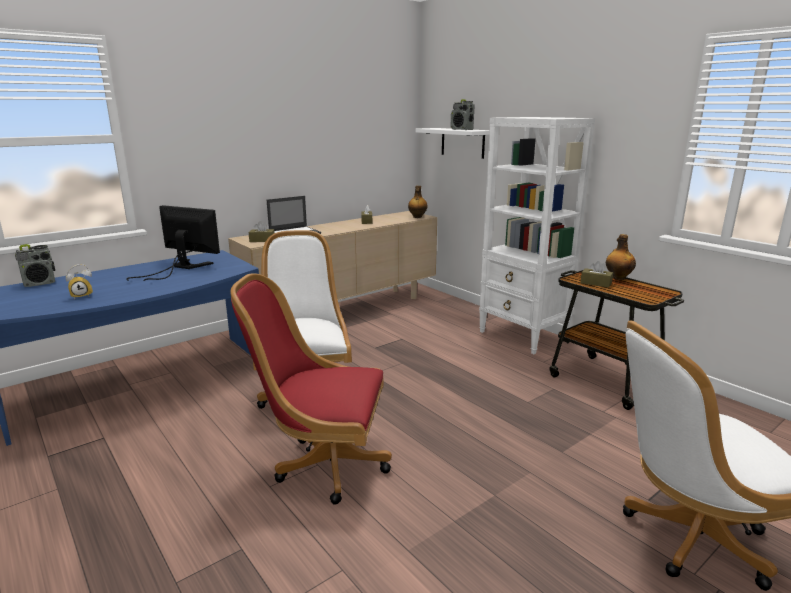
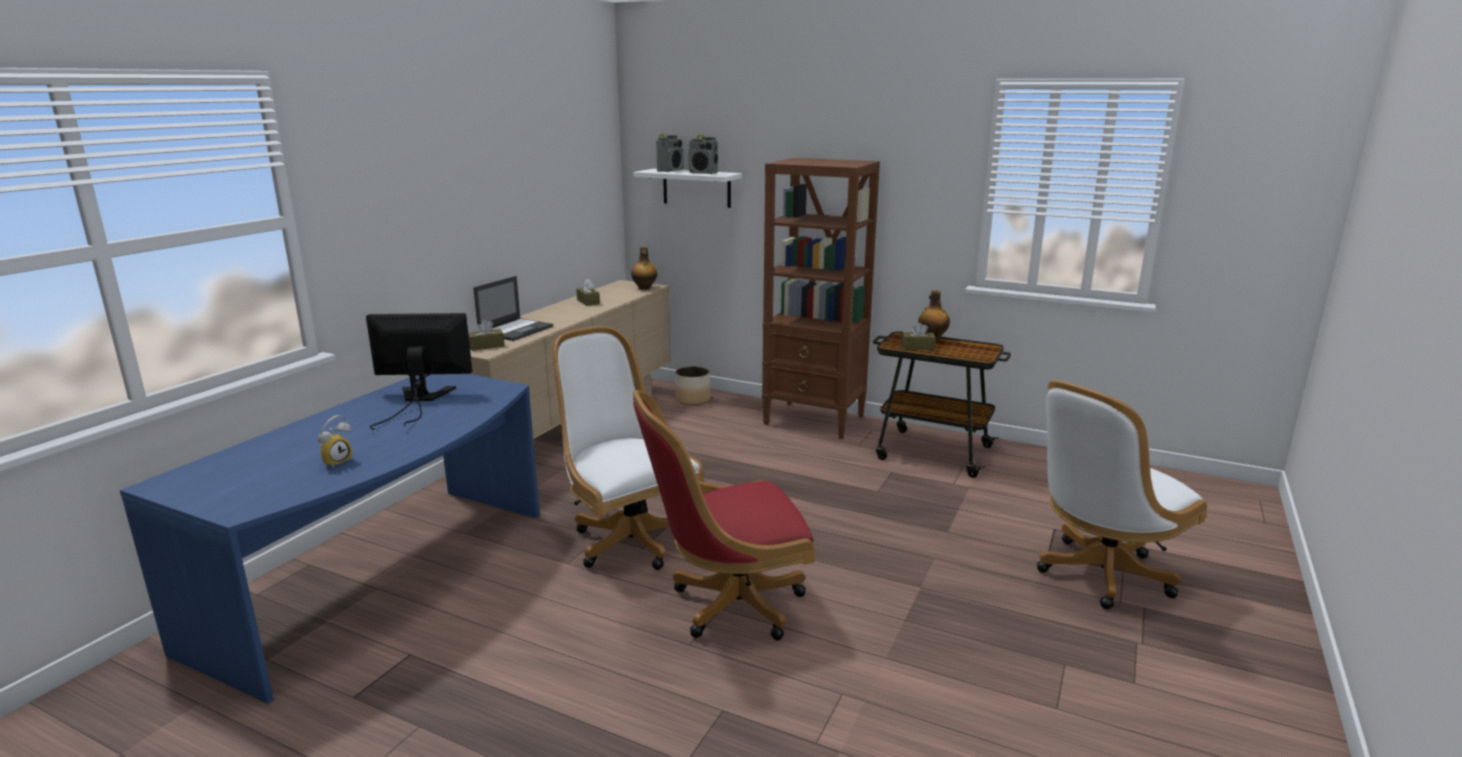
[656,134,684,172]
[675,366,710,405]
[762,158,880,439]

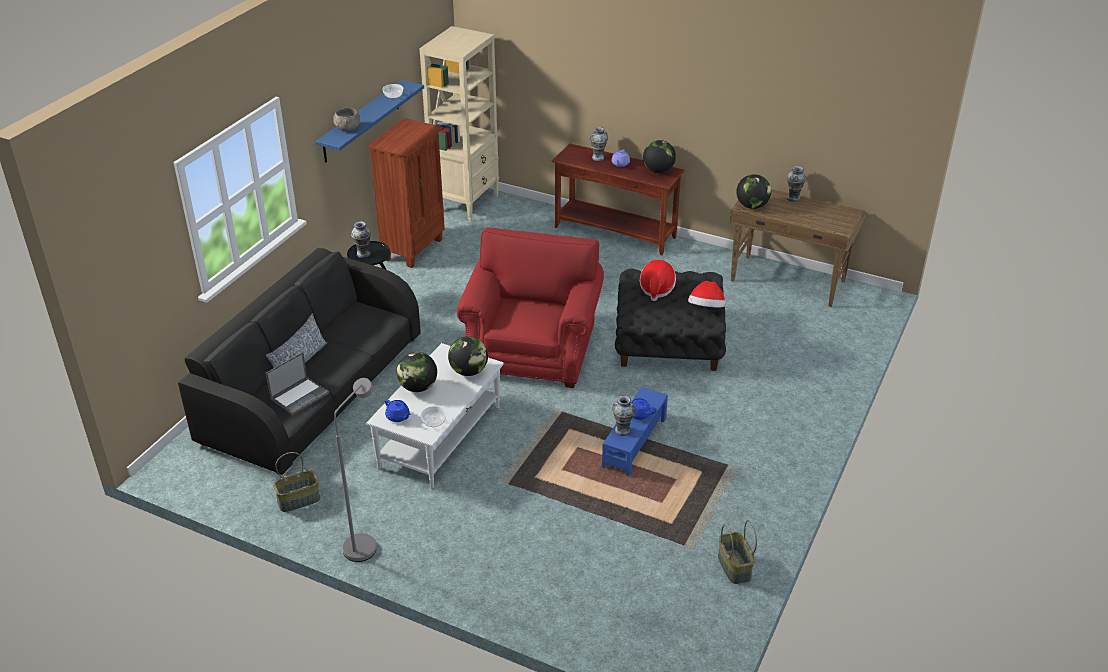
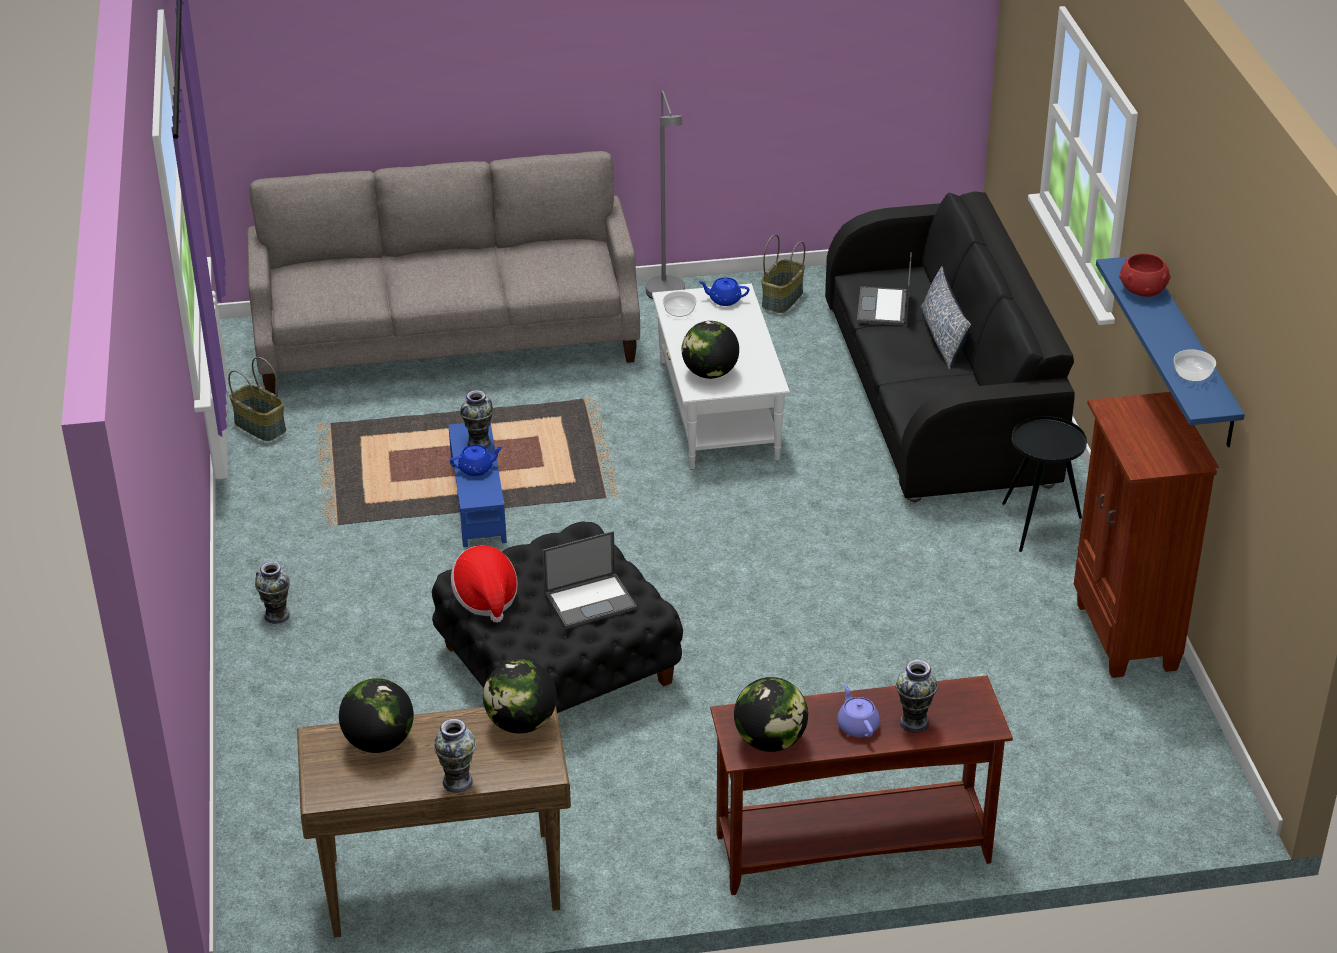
[247,151,640,394]
[255,562,290,624]
[339,678,414,753]
[543,531,637,629]
[1119,253,1171,297]
[419,26,499,222] (first image)
[457,228,604,388] (first image)

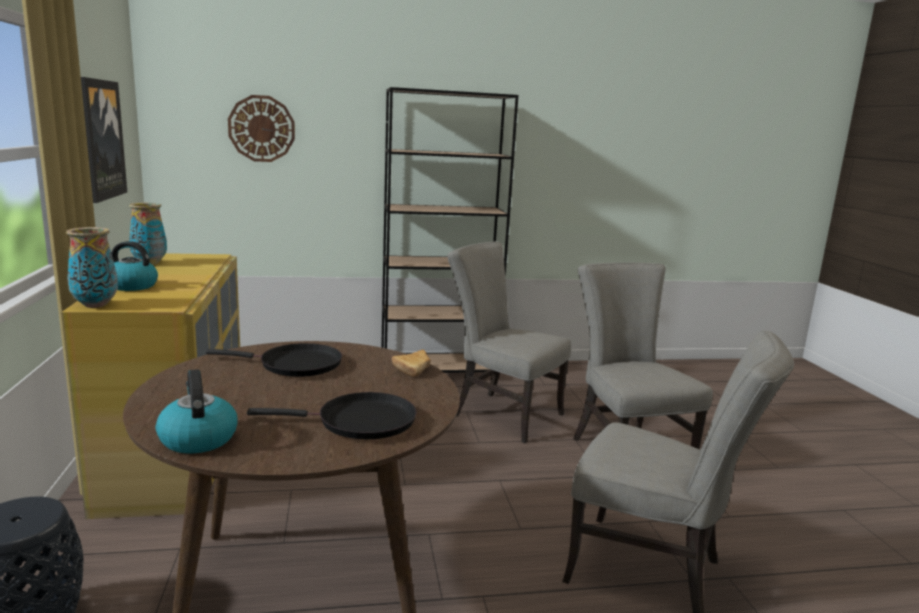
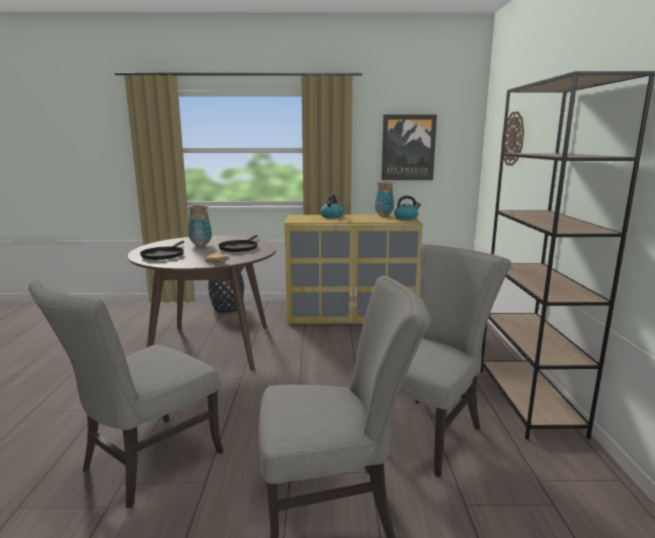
[188,205,212,247]
[394,196,421,220]

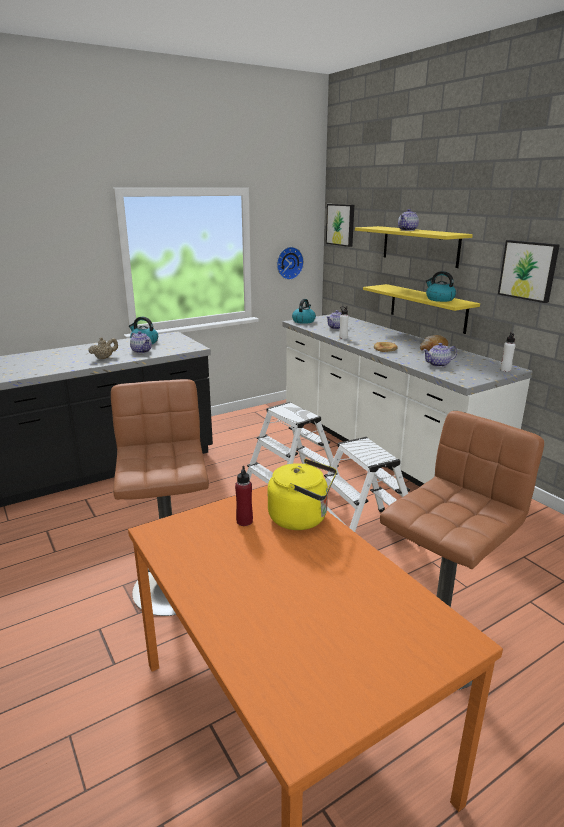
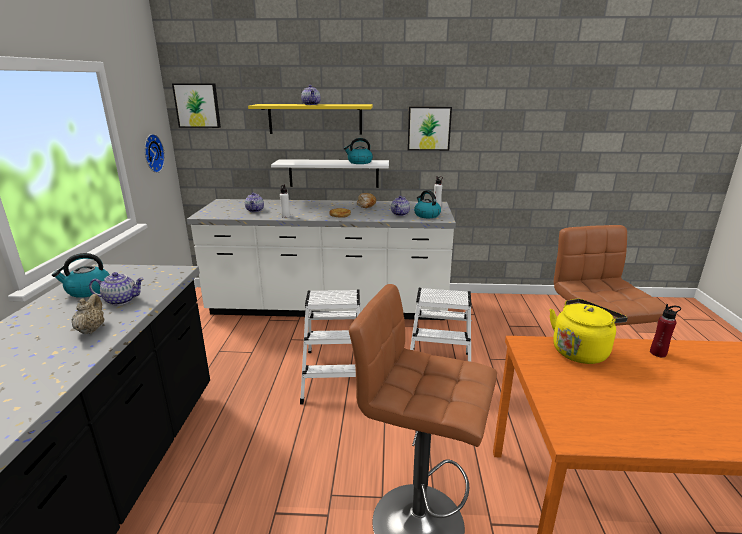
[271,159,389,188]
[414,190,441,218]
[650,304,681,357]

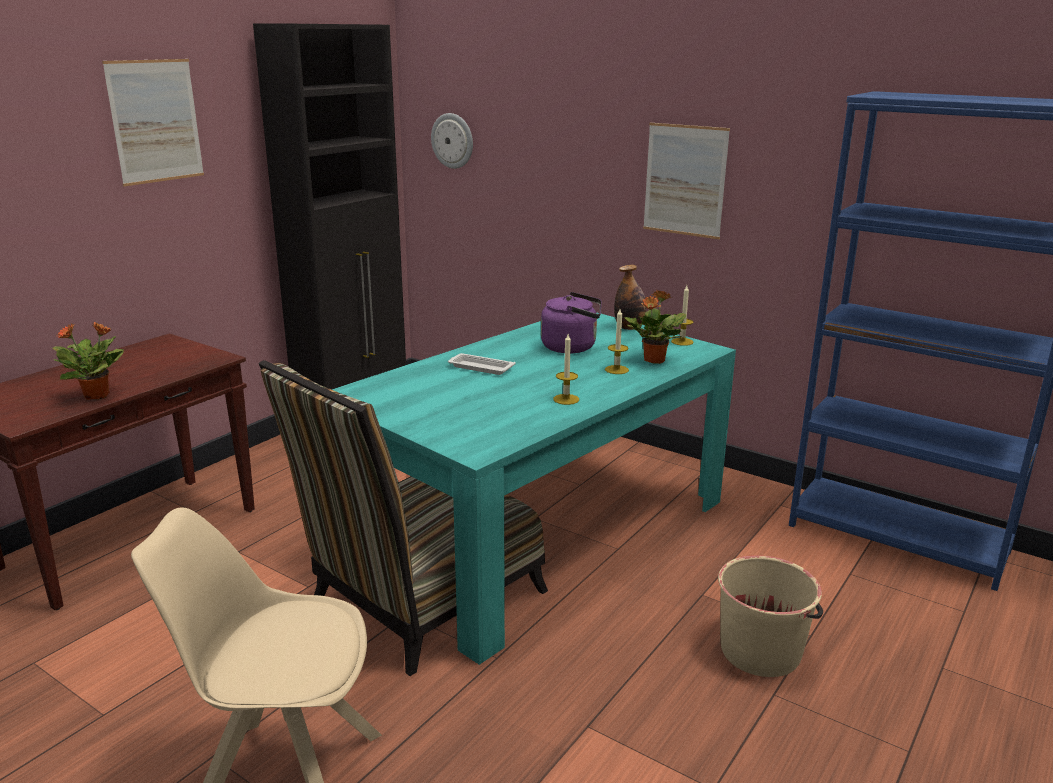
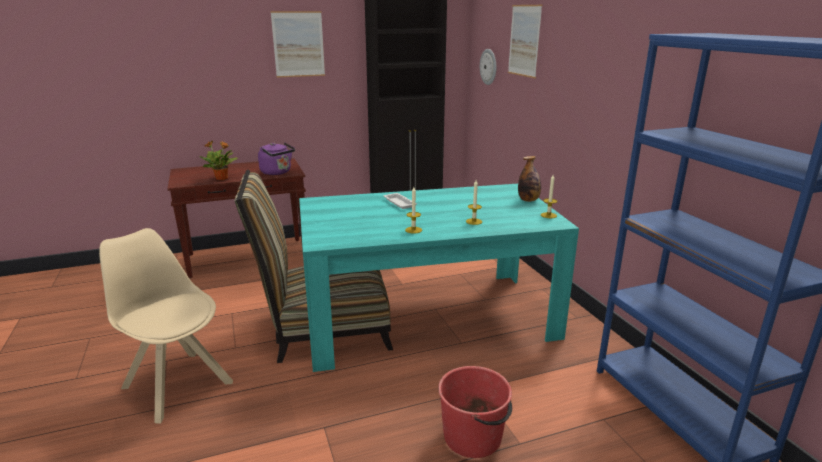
[258,142,295,175]
[438,366,512,458]
[508,5,542,78]
[624,290,686,364] (first image)

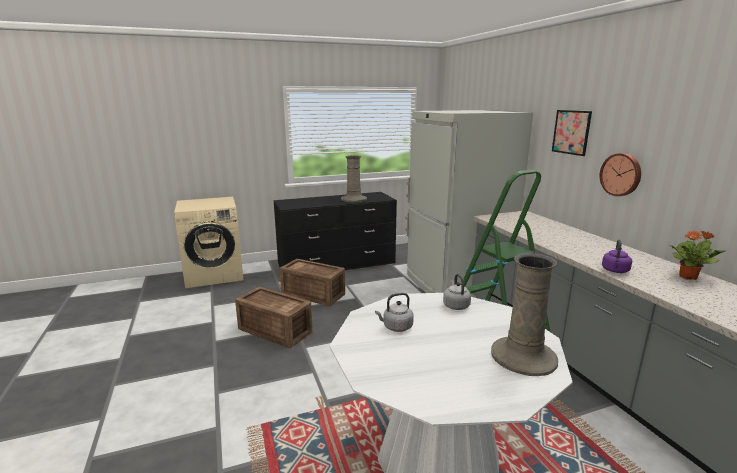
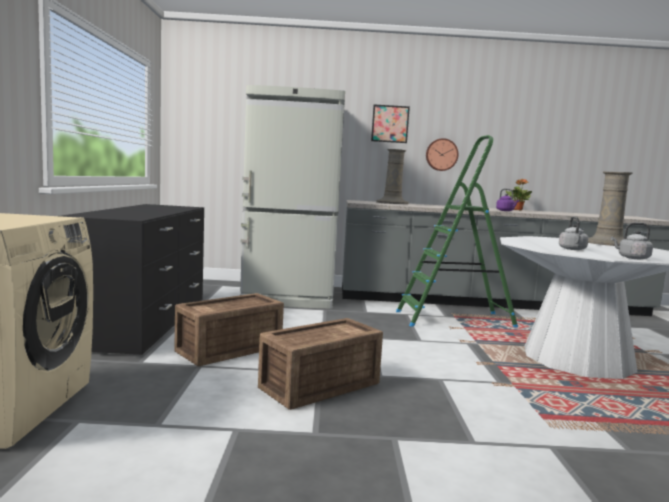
[376,149,409,204]
[611,223,653,260]

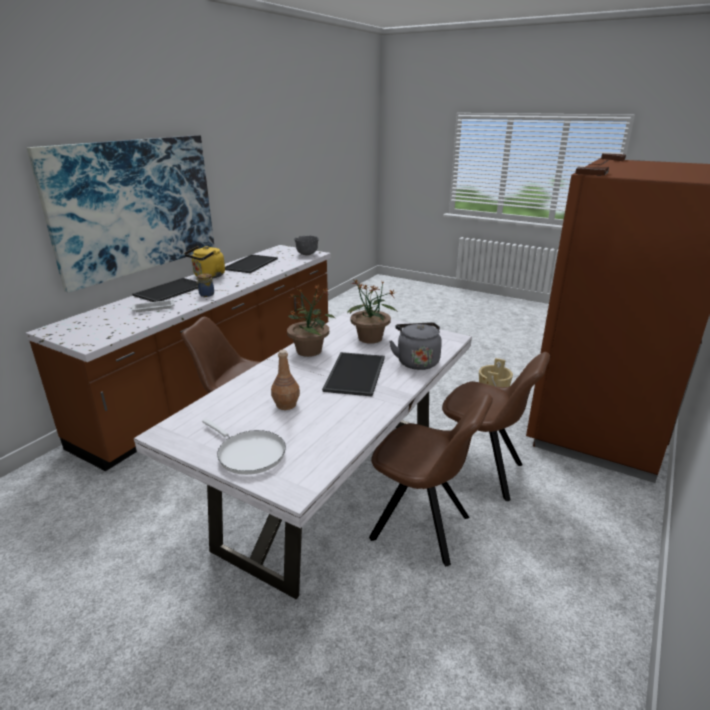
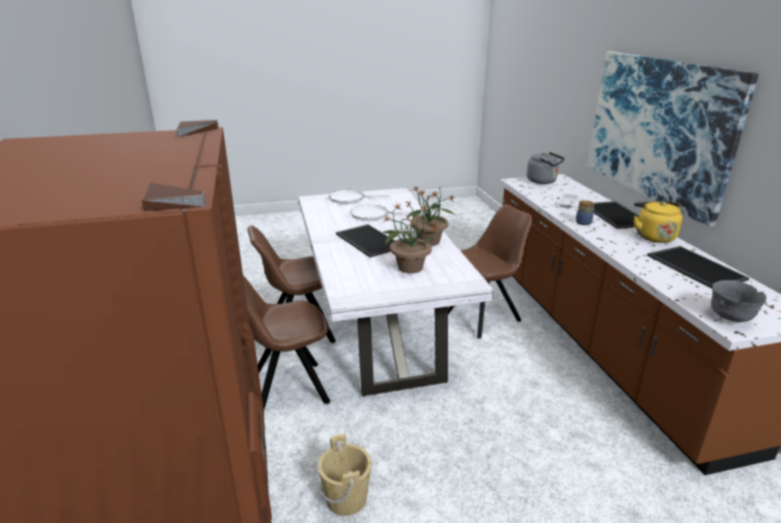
[350,204,413,221]
[527,152,565,184]

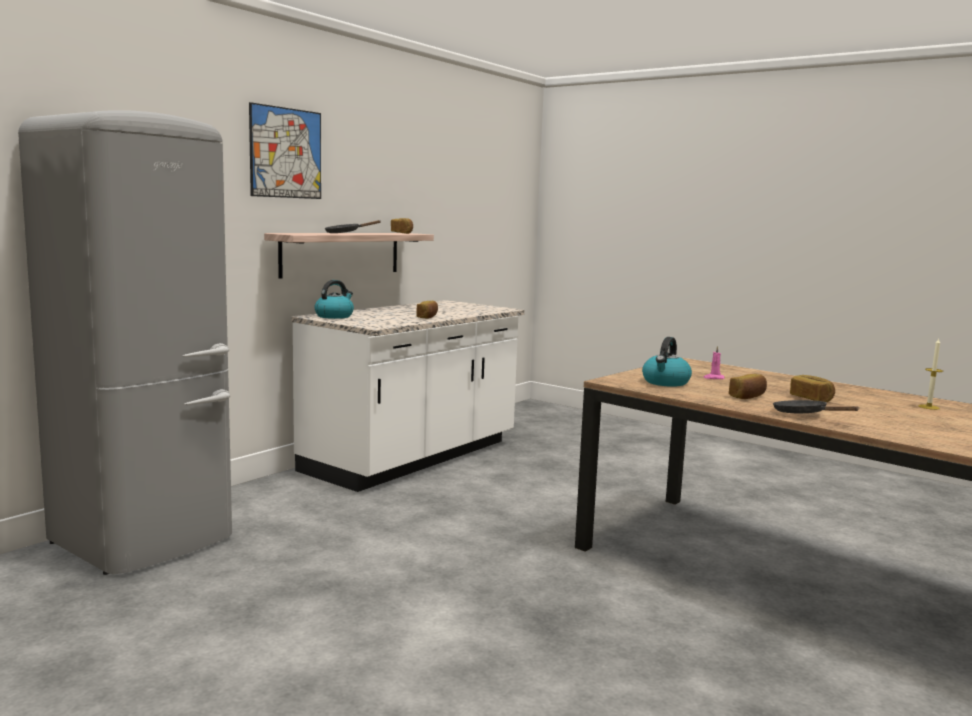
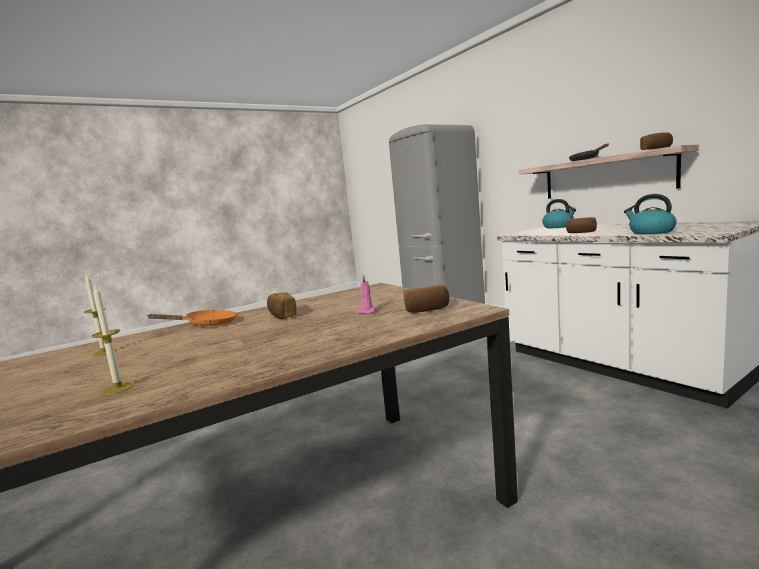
[84,273,117,356]
[147,309,237,326]
[404,284,449,313]
[624,194,677,234]
[249,102,321,199] (first image)

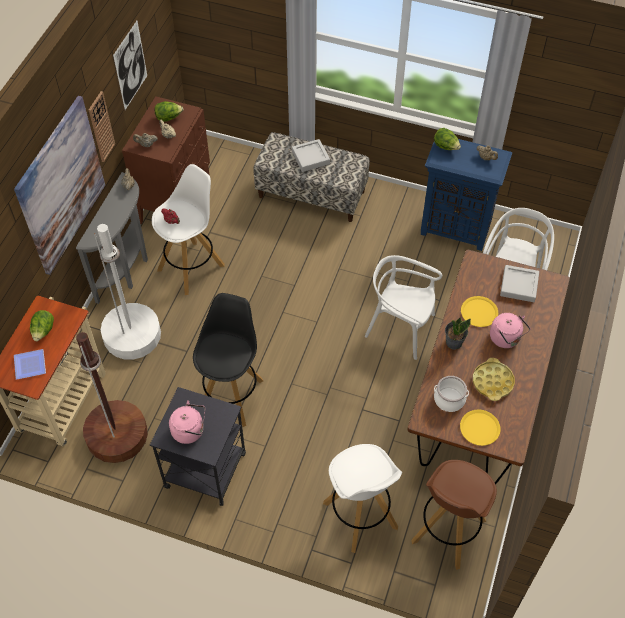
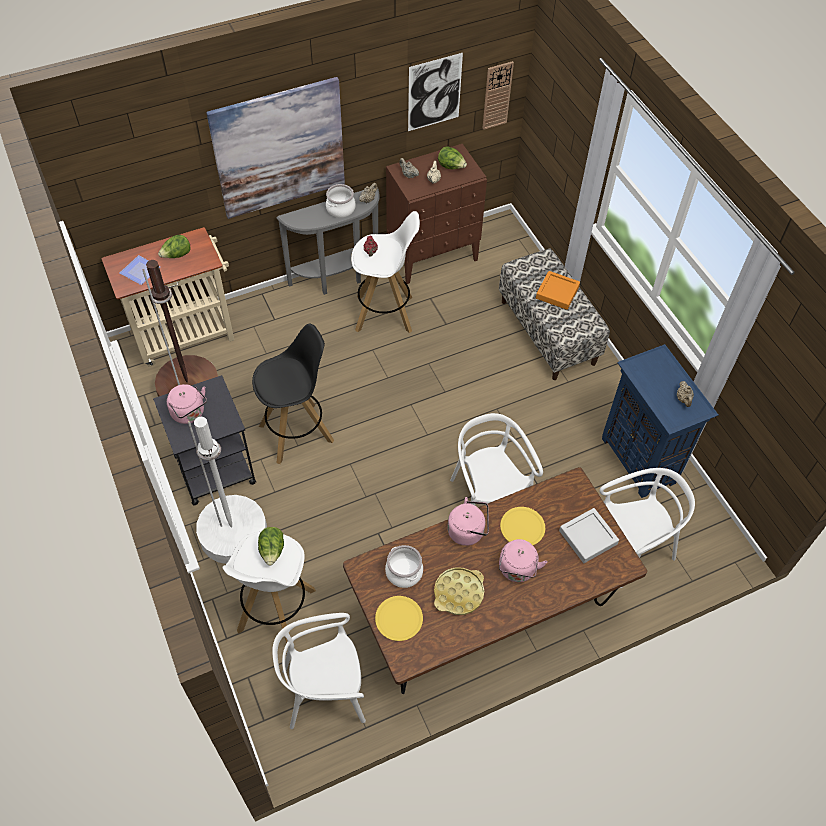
[188,417,267,564]
[258,527,284,565]
[272,613,366,729]
[326,184,355,218]
[447,497,489,546]
[482,61,514,130]
[536,271,580,310]

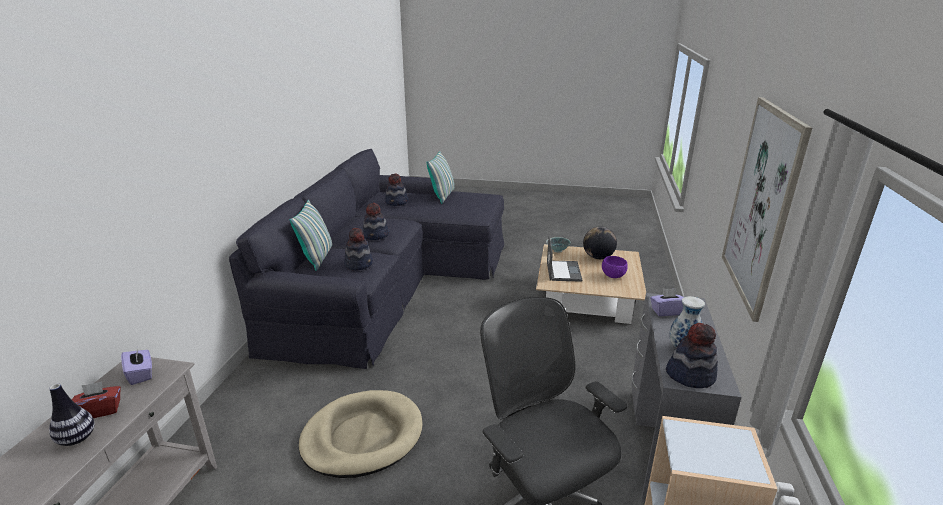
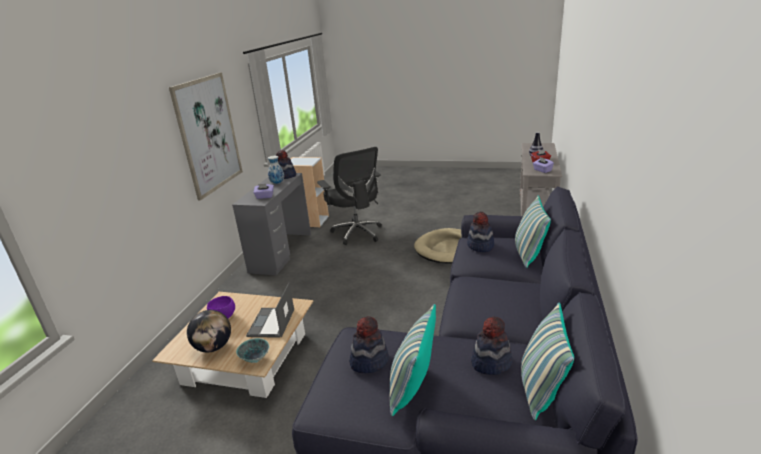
[349,316,389,373]
[521,302,574,420]

